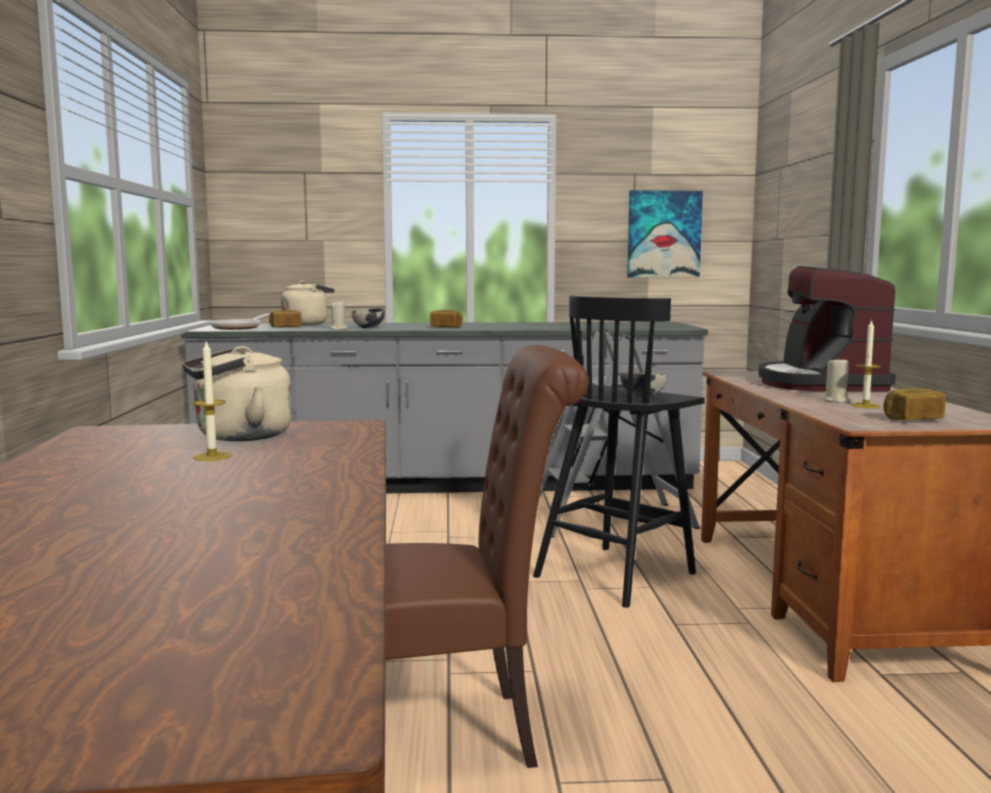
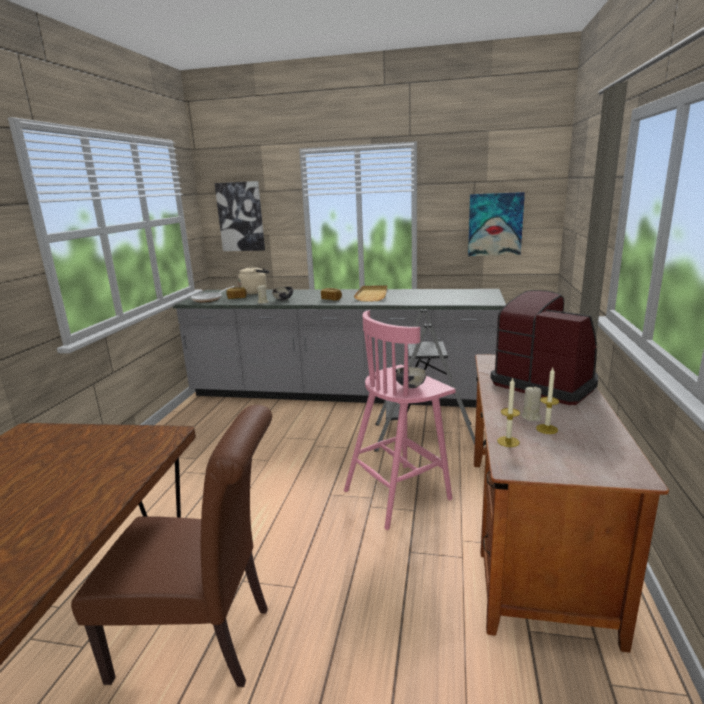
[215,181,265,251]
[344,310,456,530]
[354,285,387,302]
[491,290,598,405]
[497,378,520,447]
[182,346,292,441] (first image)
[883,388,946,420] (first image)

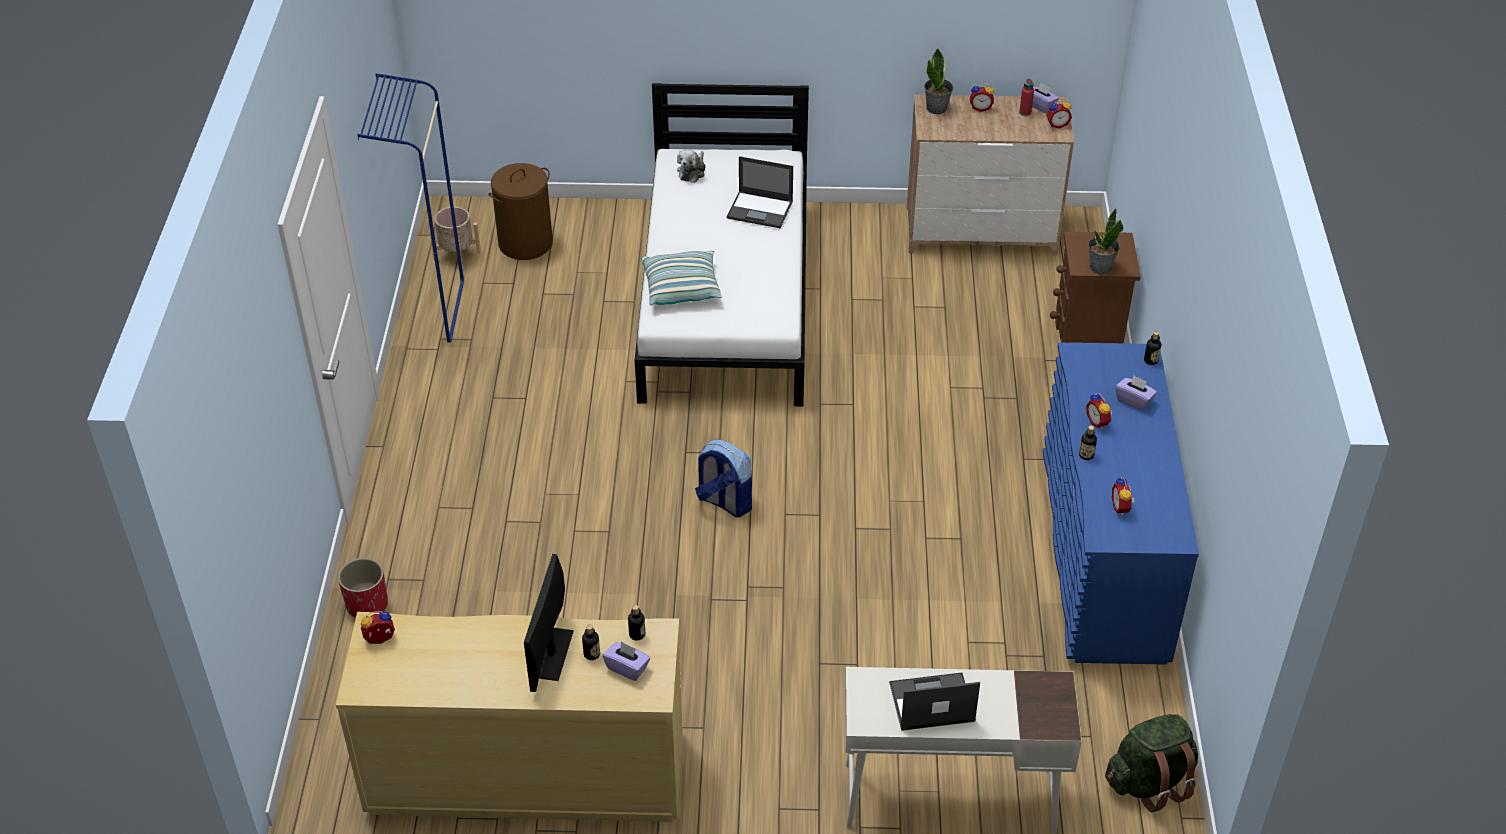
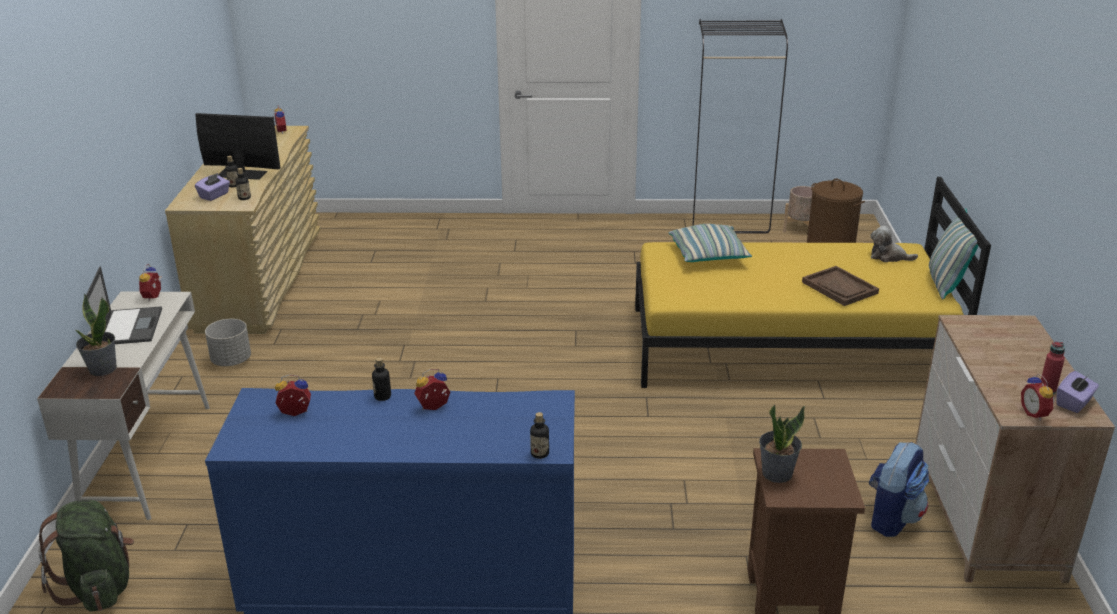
[76,293,117,376]
[139,264,162,301]
[205,319,251,366]
[635,177,991,388]
[692,19,788,234]
[802,266,879,306]
[869,442,929,537]
[929,208,978,300]
[338,558,388,618] (first image)
[1116,375,1157,411] (first image)

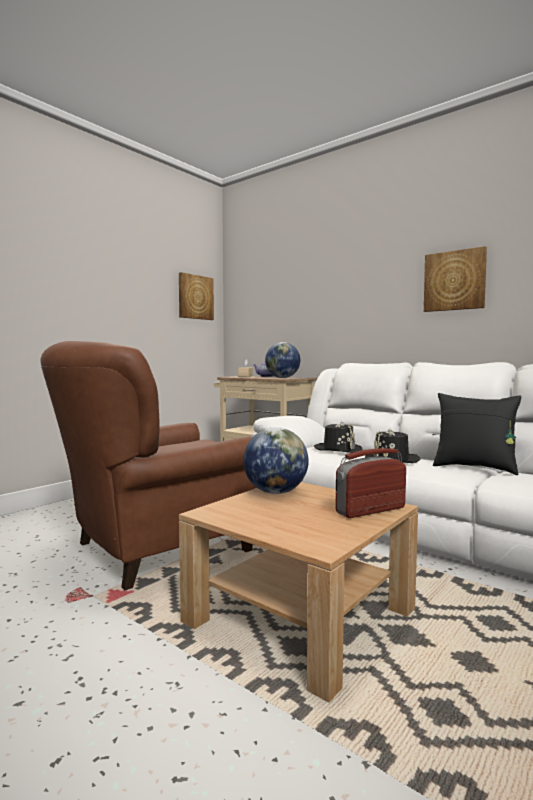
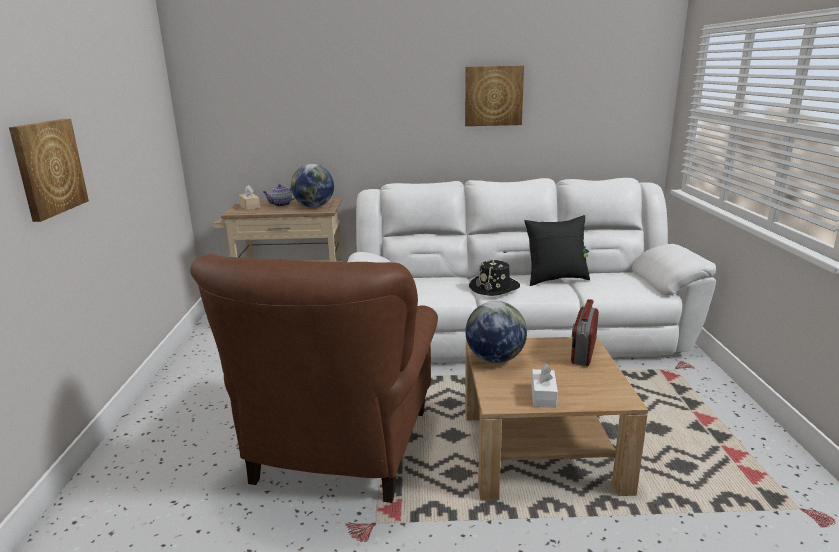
[9,119,89,222]
[531,363,558,408]
[314,421,362,453] (first image)

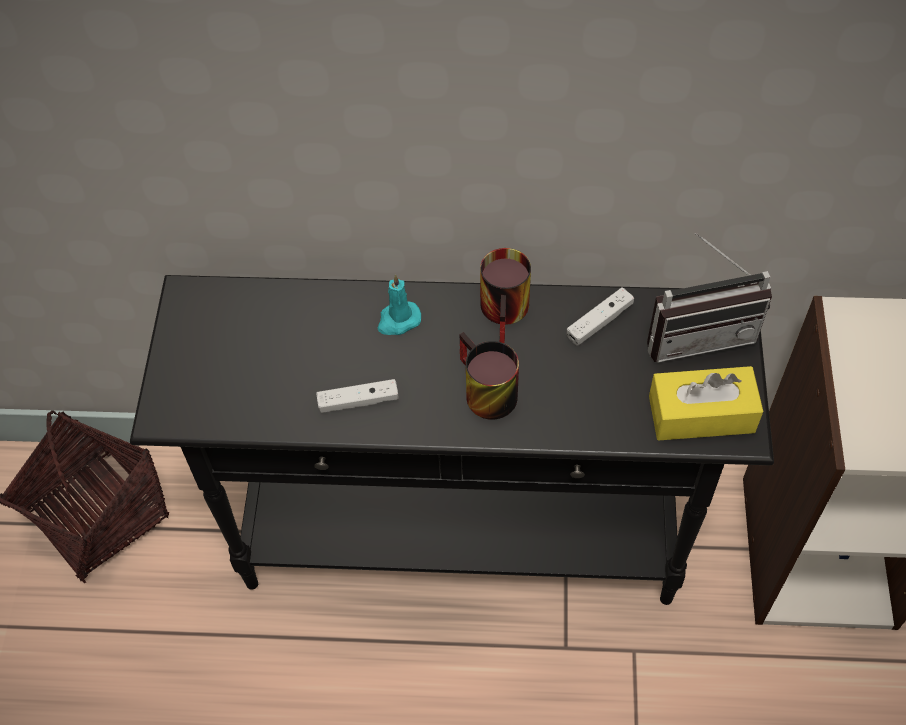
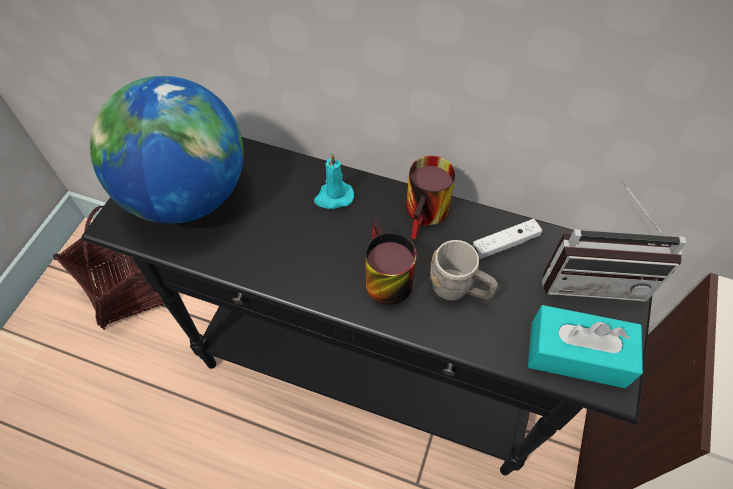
[90,76,244,224]
[430,240,498,301]
[528,305,643,388]
[316,379,399,413] (first image)

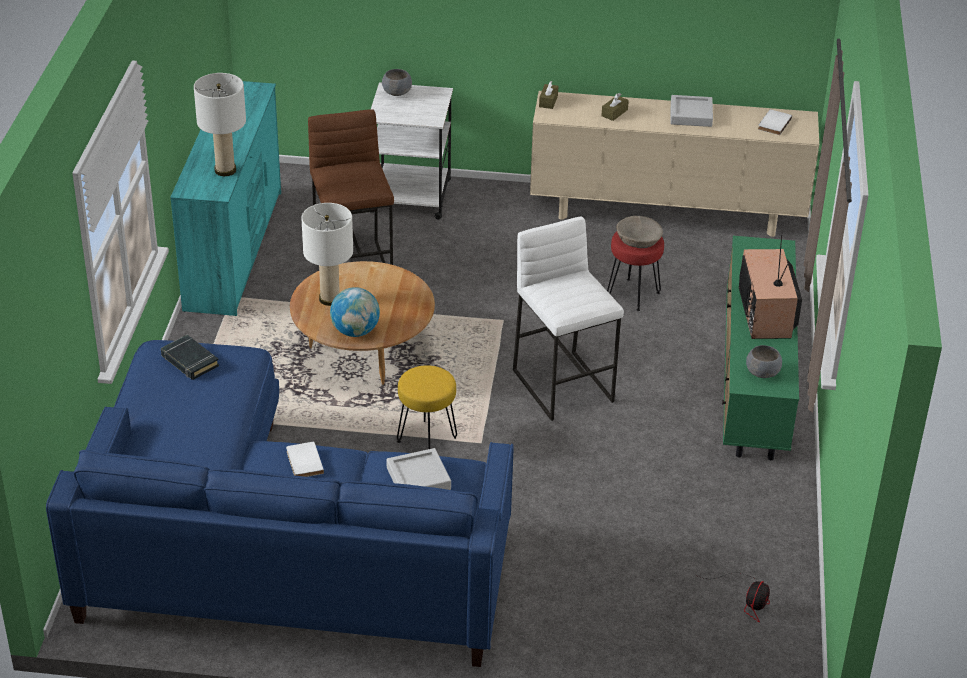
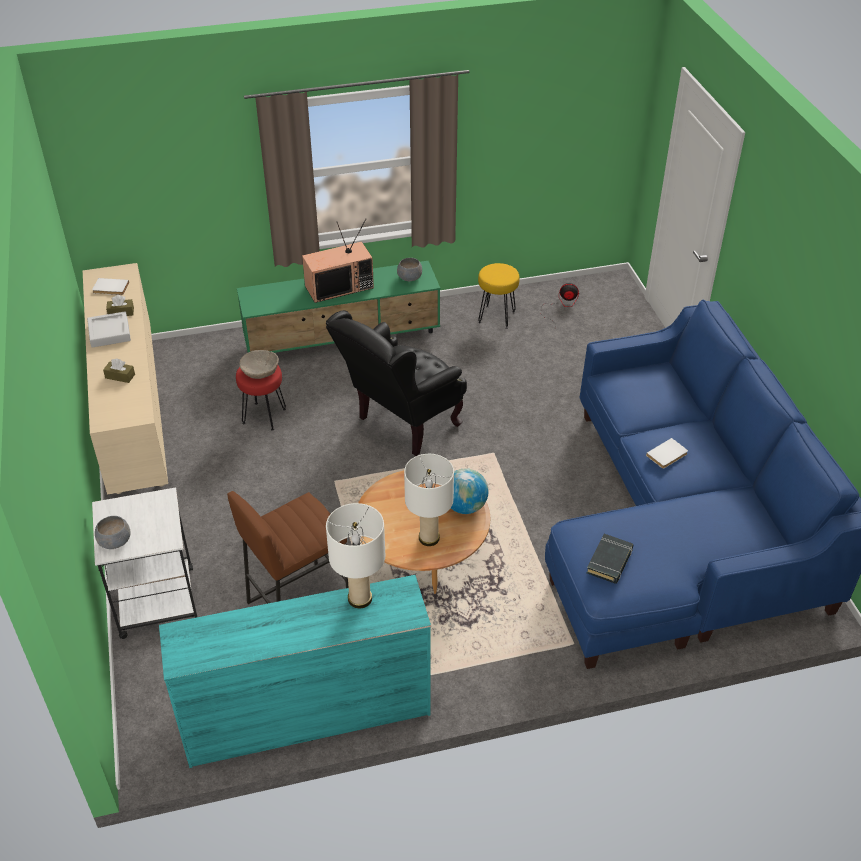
[106,295,134,316]
[326,310,467,456]
[478,263,520,329]
[386,448,451,490] (first image)

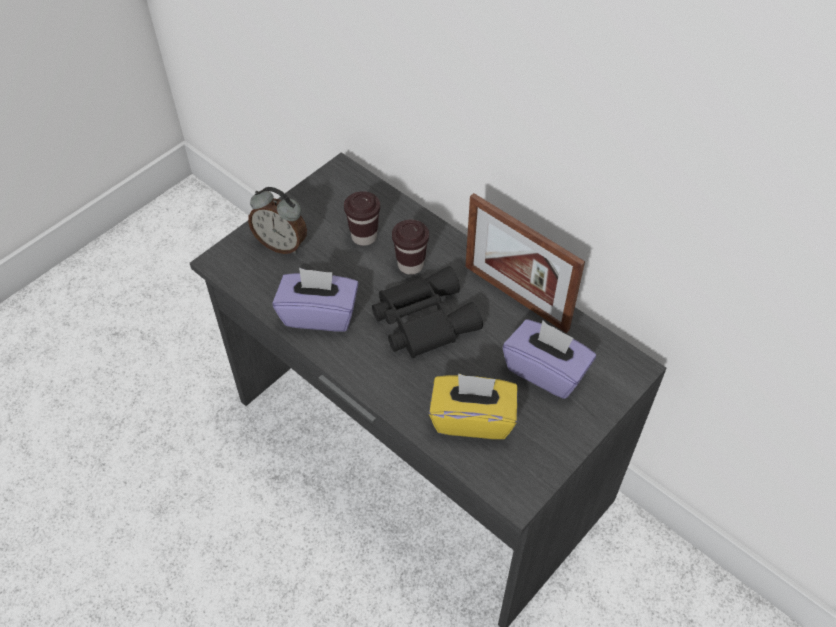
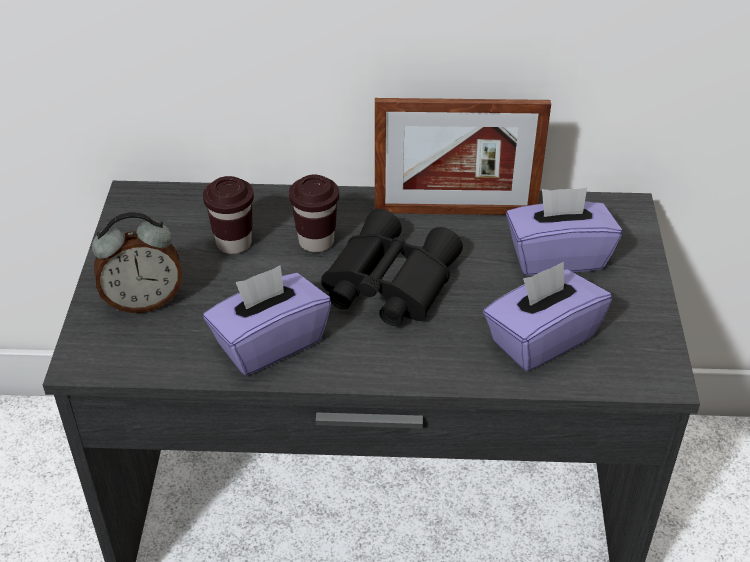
[483,262,612,371]

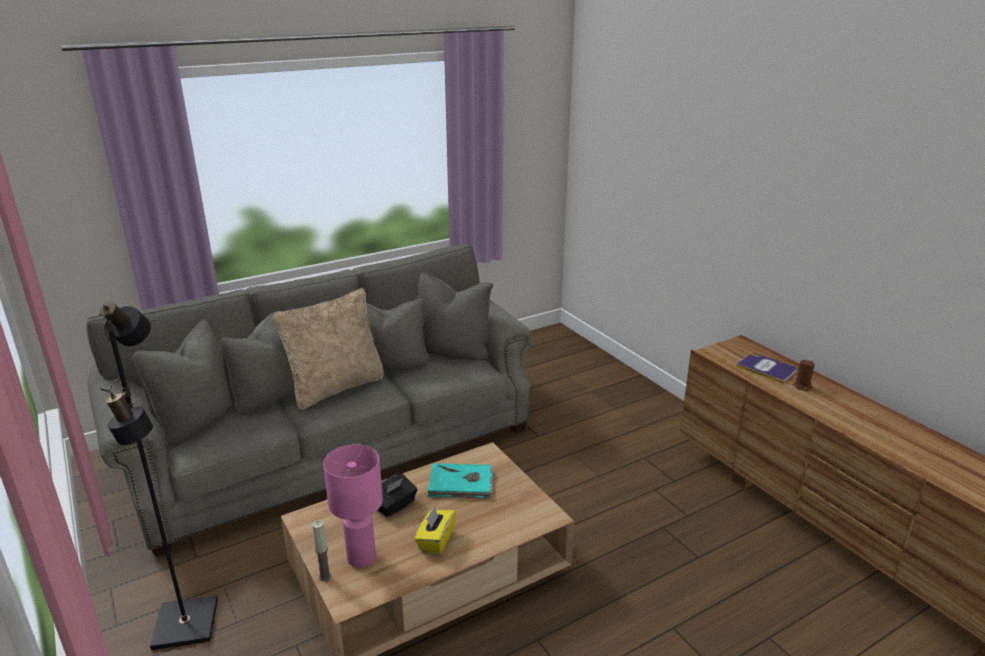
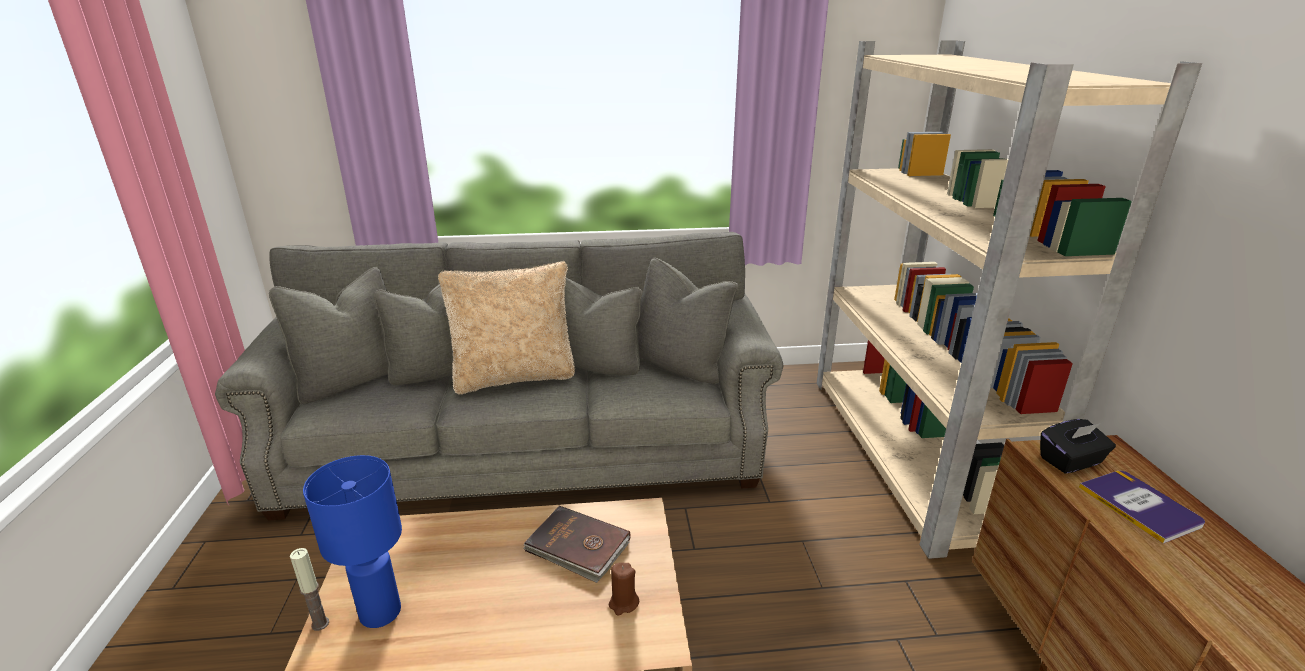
[303,455,402,628]
[523,506,630,583]
[609,562,639,616]
[817,40,1202,559]
[1040,419,1116,474]
[99,302,218,650] (first image)
[415,506,456,555] (first image)

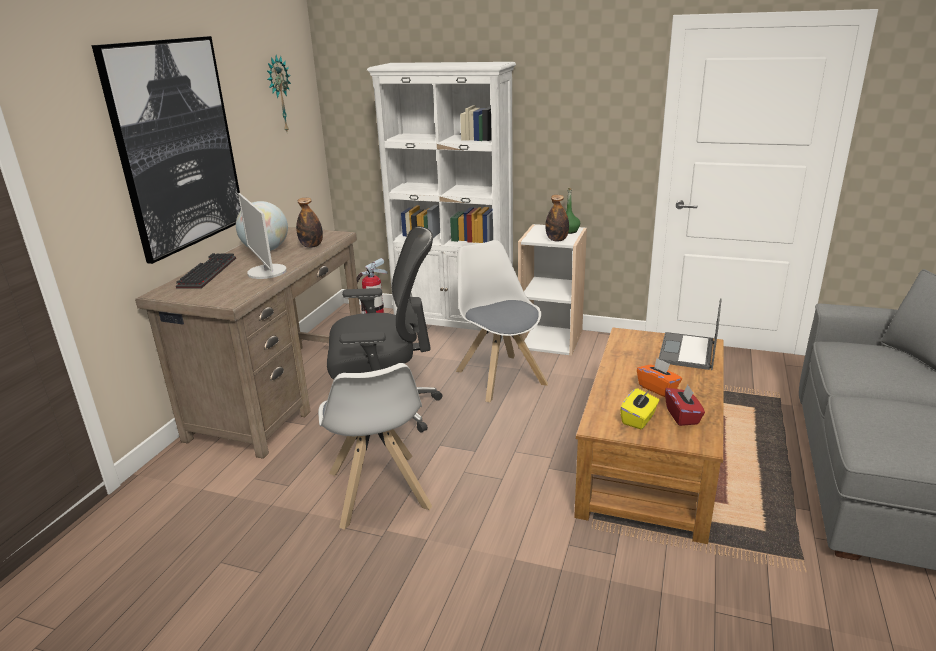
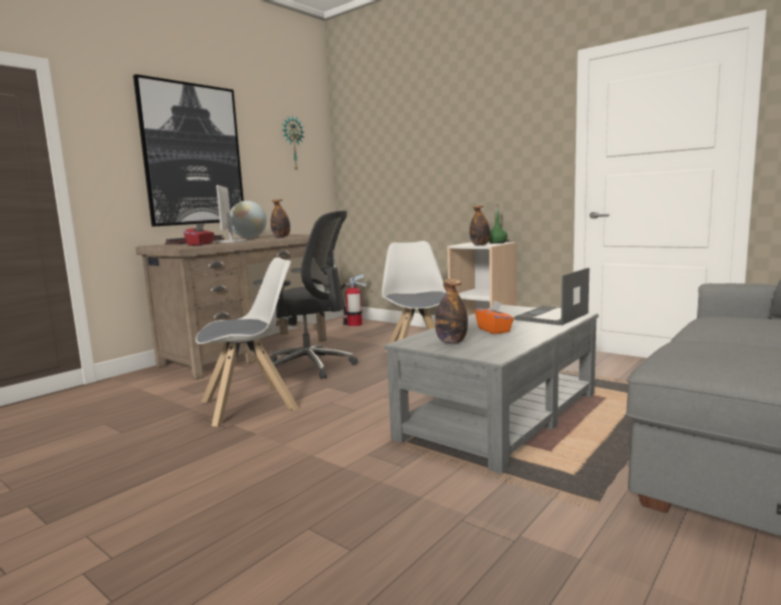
[184,223,214,245]
[196,257,299,427]
[384,305,599,474]
[435,279,468,344]
[367,62,516,342] (first image)

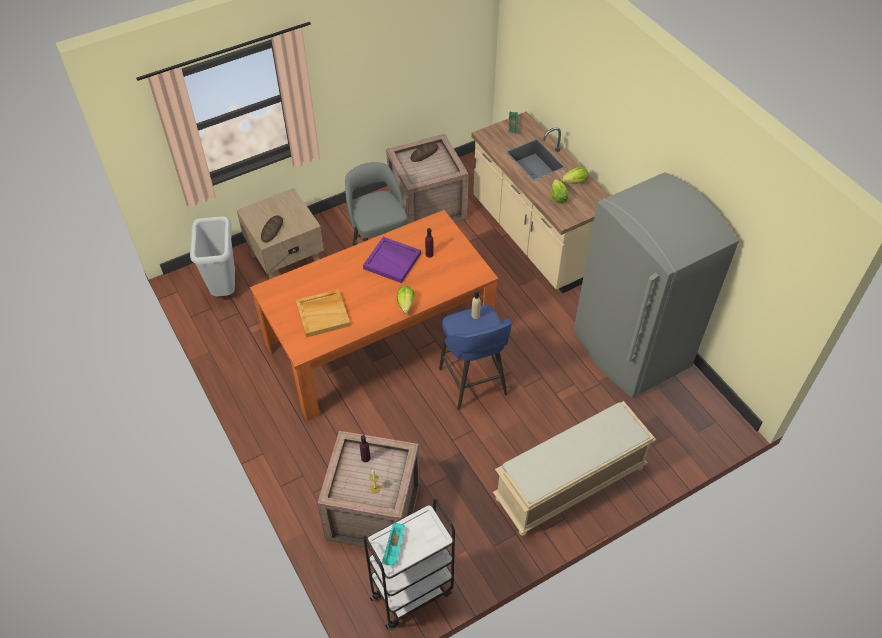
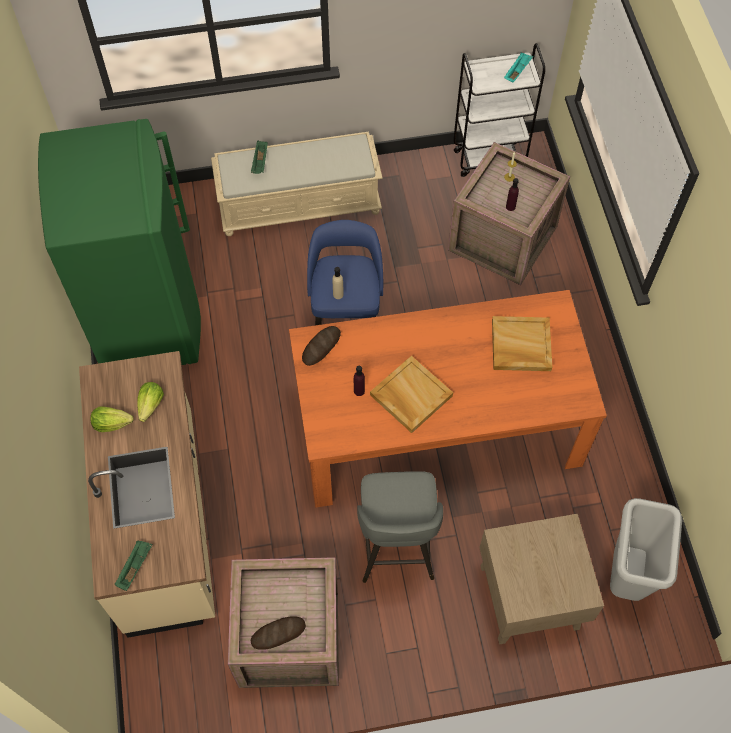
[38,119,201,365]
[251,140,268,174]
[302,326,341,366]
[370,356,453,433]
[397,286,415,314] (first image)

